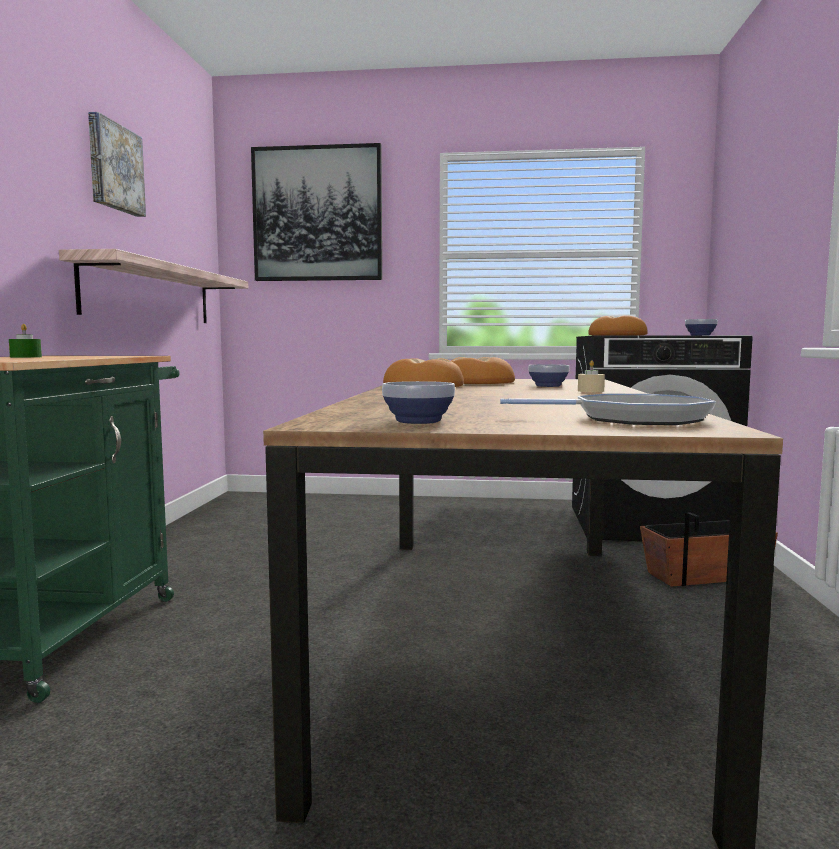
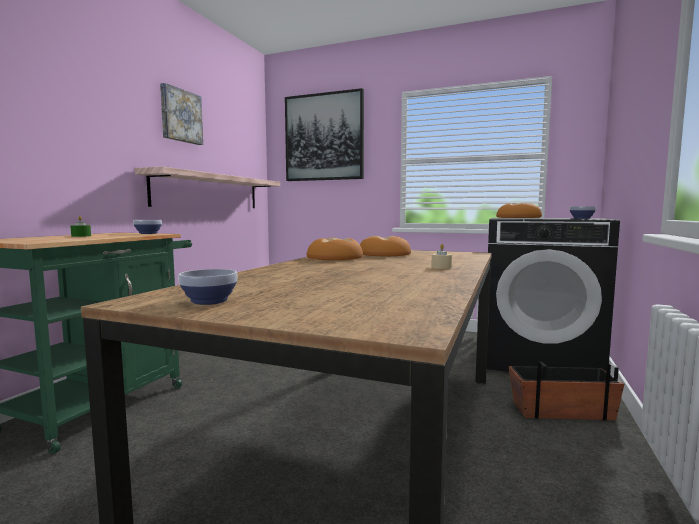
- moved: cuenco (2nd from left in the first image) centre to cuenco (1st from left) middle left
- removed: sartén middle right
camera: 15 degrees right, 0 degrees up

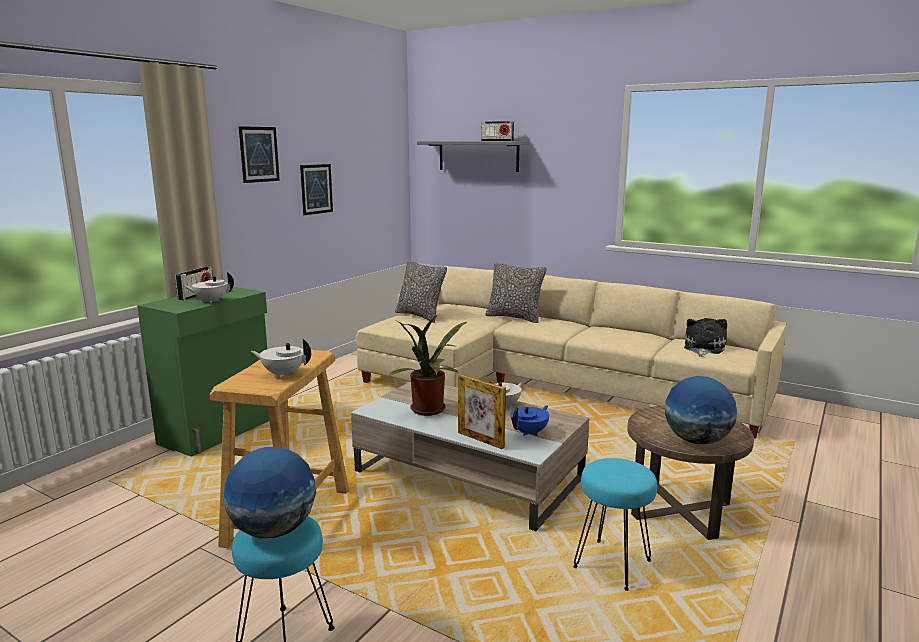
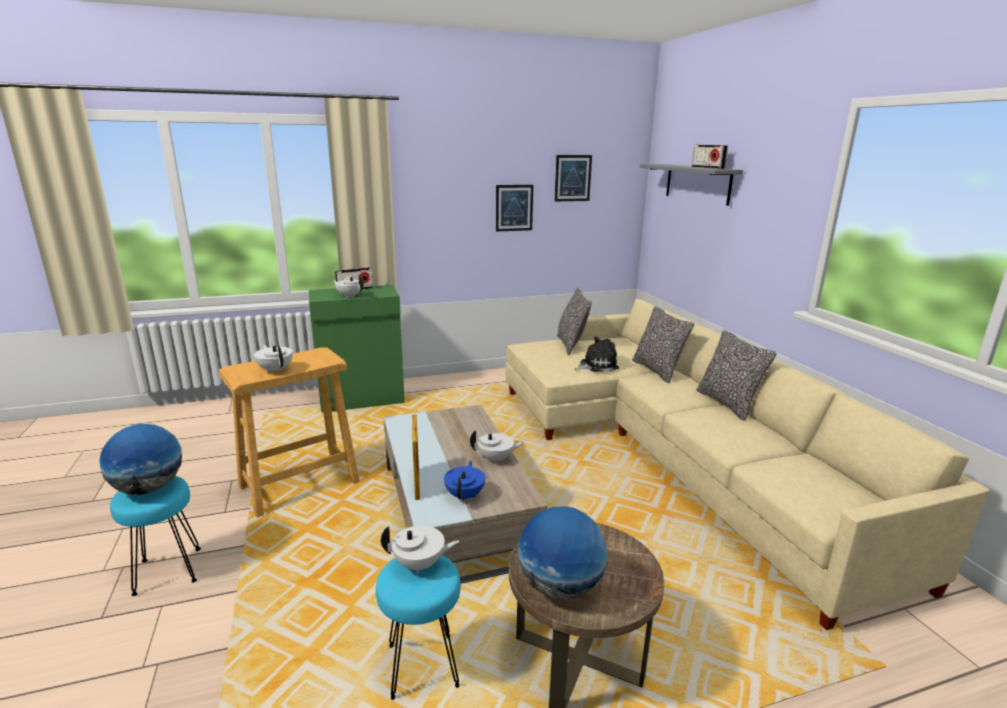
- moved: cuadro (1st from left in the first image) top left to cuadro (2nd from left) top centre
- removed: planta en maceta centre
- moved: peluche middle right to centre
- turned: tetera [azul] centre = bottom centre 75 degrees counterclockwise
- added: cojín (3rd from left) middle right
- added: tetera [blanco] (3rd from left) bottom centre
camera: 40 degrees right, 5 degrees up

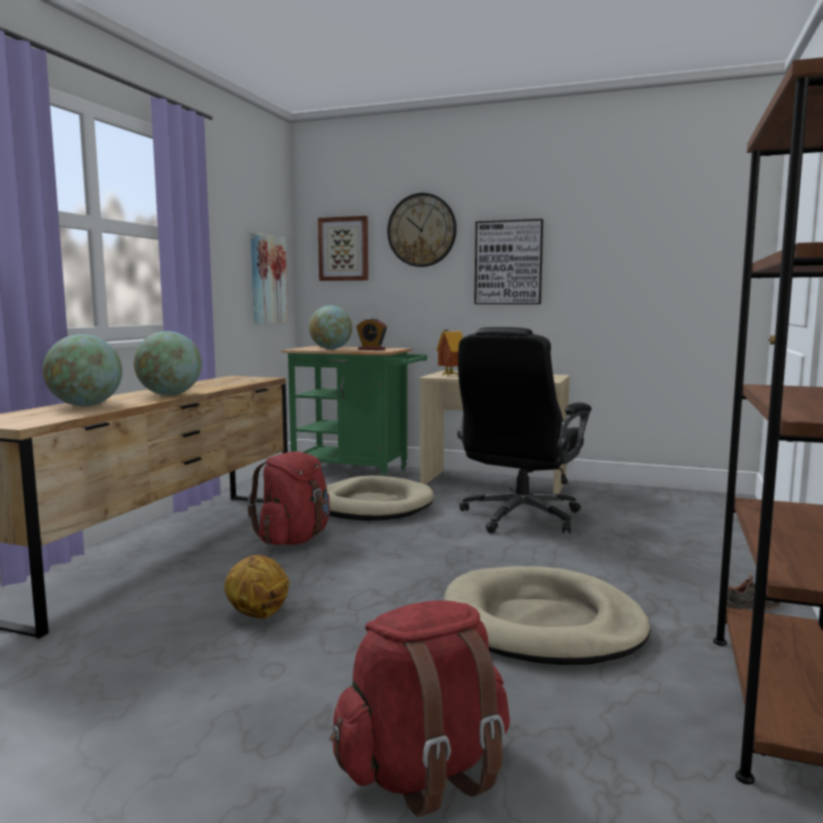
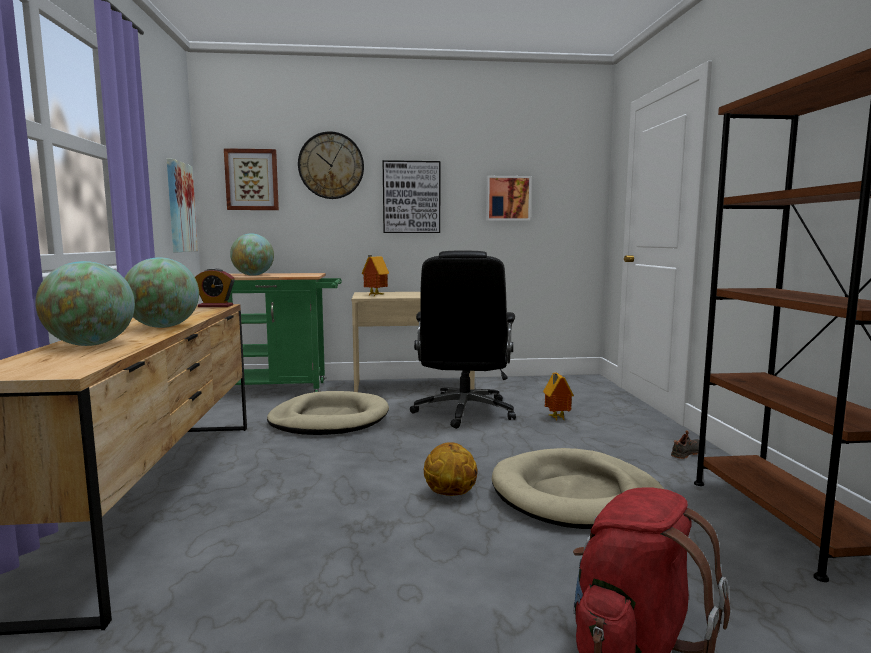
- moved: despertador centre to middle left
- removed: mochila [rojo] (1st from left) centre
- moved: balón de baloncesto bottom left to bottom centre
- added: cuadro (4th from left) top centre
- added: casita (2nd from left) centre
camera: 25 degrees left, 0 degrees up

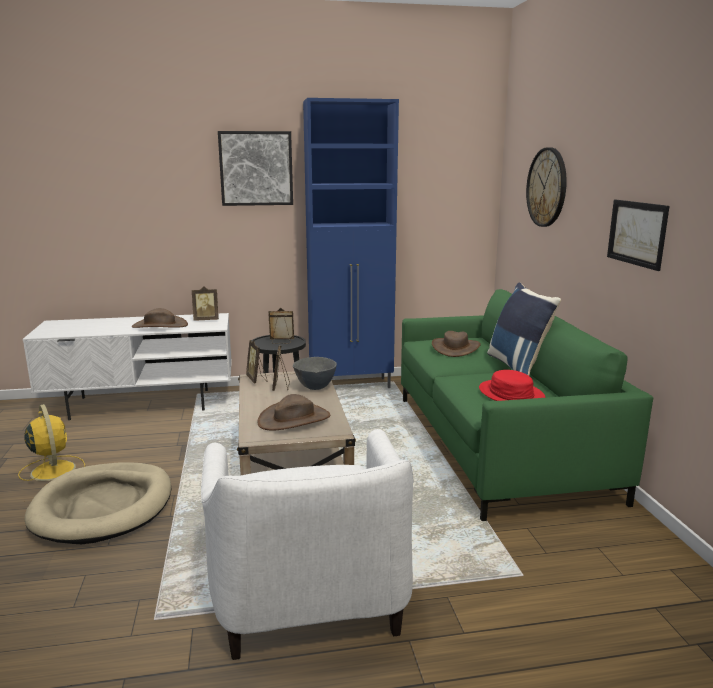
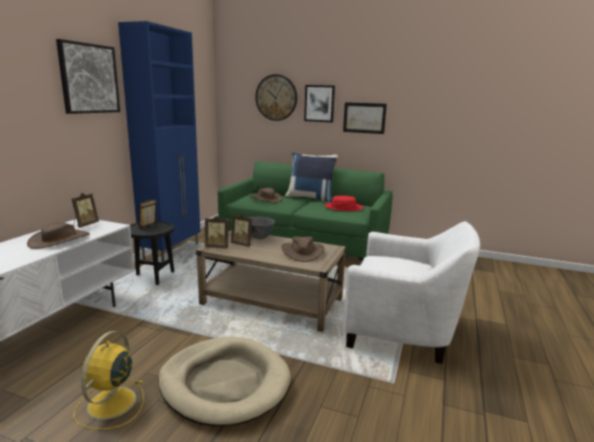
- turned: ventilador [amarillo] middle left = bottom left 75 degrees counterclockwise
- added: cuadro (2nd from left) top centre
camera: 60 degrees left, 0 degrees up

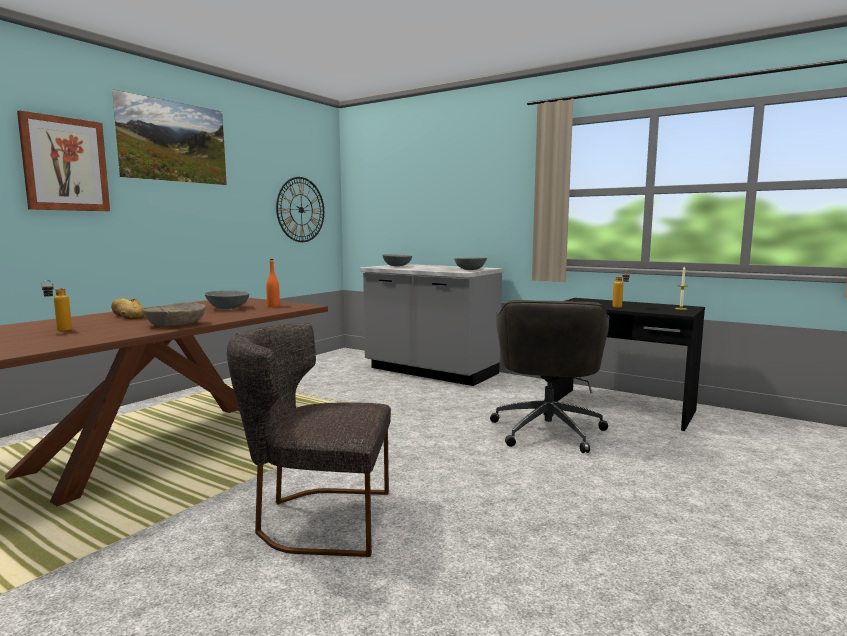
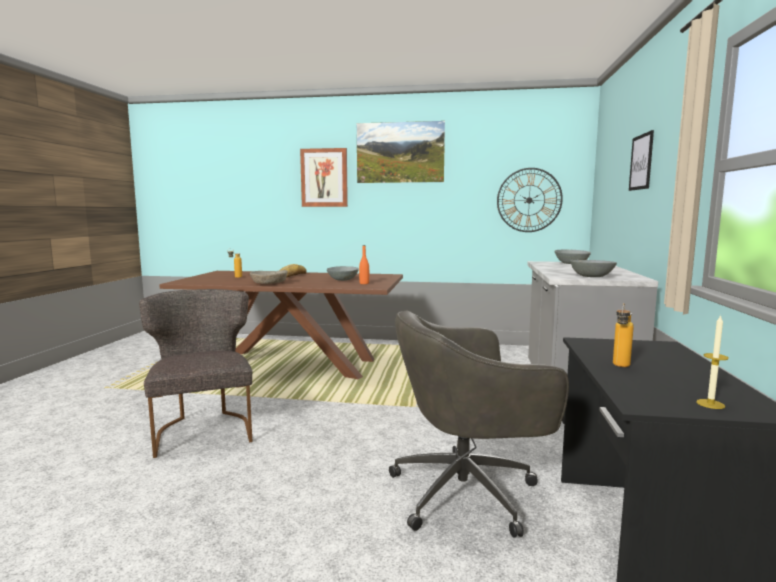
- added: cuadro (3rd from left) top right
camera: 65 degrees right, 0 degrees up

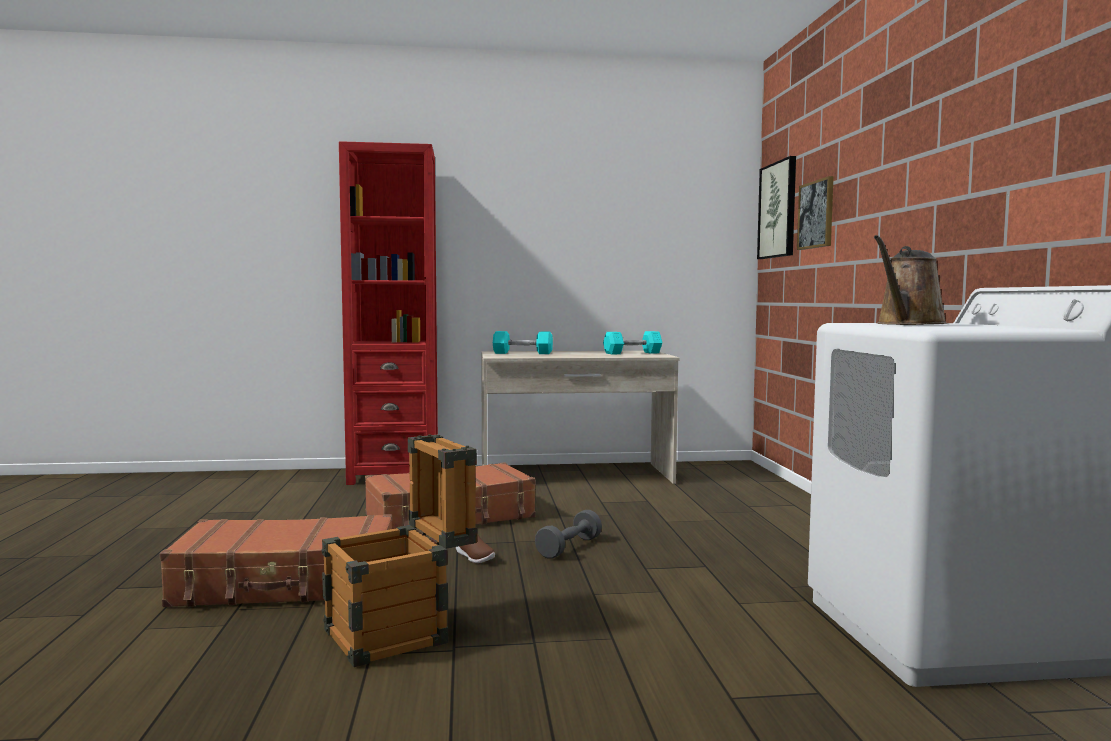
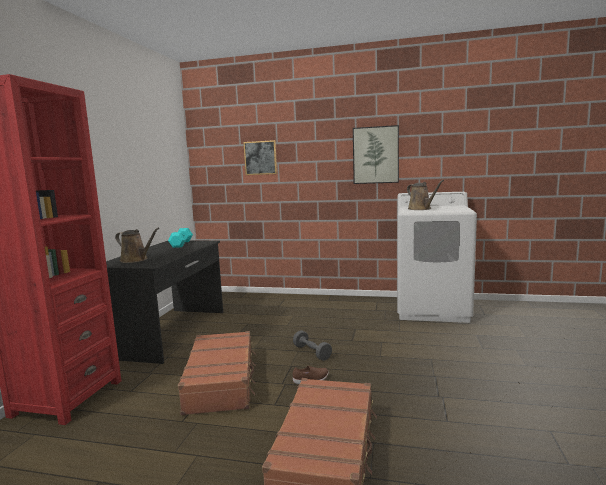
- moved: cuadro (1st from left in the first image) top right to cuadro (2nd from left) top centre
- replaced: mancuerna [turquesa] (1st from left) centre to regadera [marrón] (1st from left) middle left
- recoloured: escritorio [beis] centre to escritorio [negro] middle left
- removed: caja de embalaje bottom centre
camera: 70 degrees left, 5 degrees up

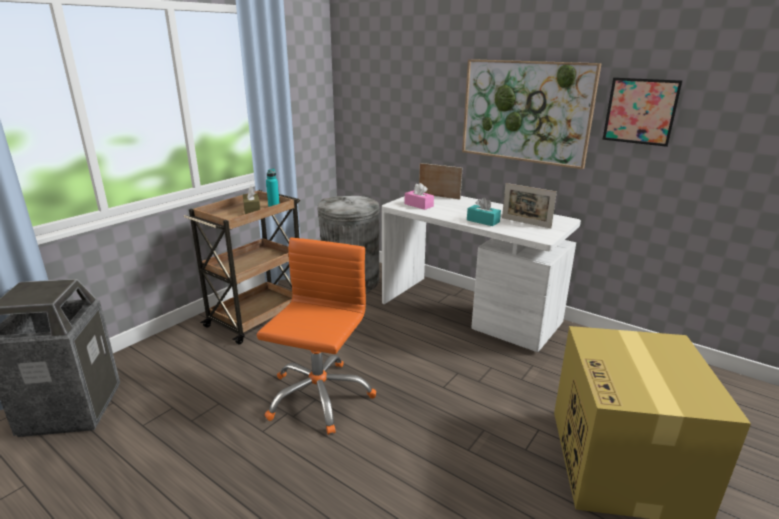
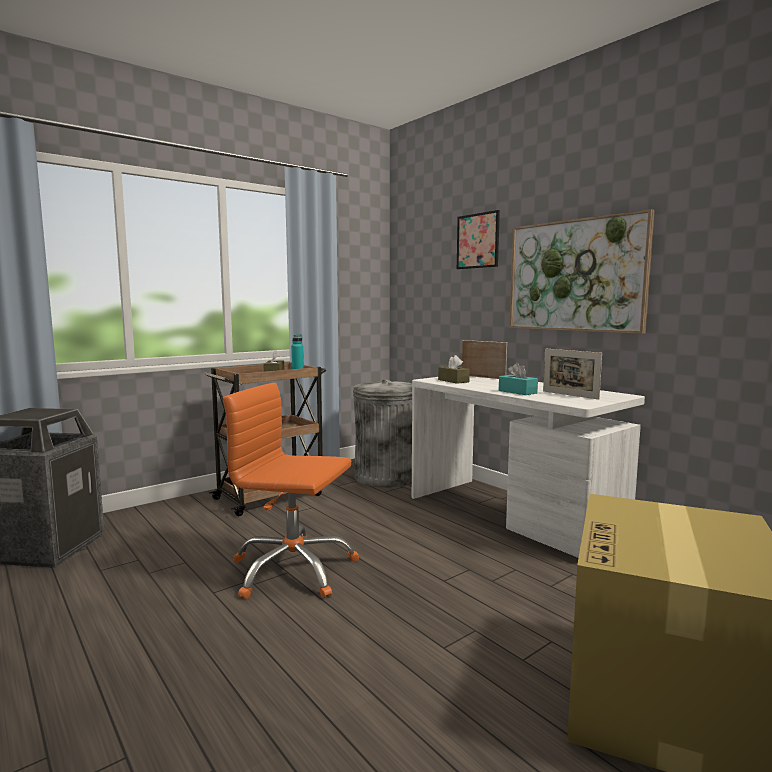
- moved: cuadro (2nd from left in the first image) top right to cuadro (1st from left) top centre
- recoloured: caja de pañuelos [rosa] centre to caja de pañuelos [marrón] (2nd from left) centre
- turned: silla de oficina [naranja] centre = centre 105 degrees counterclockwise
camera: 15 degrees right, 15 degrees down

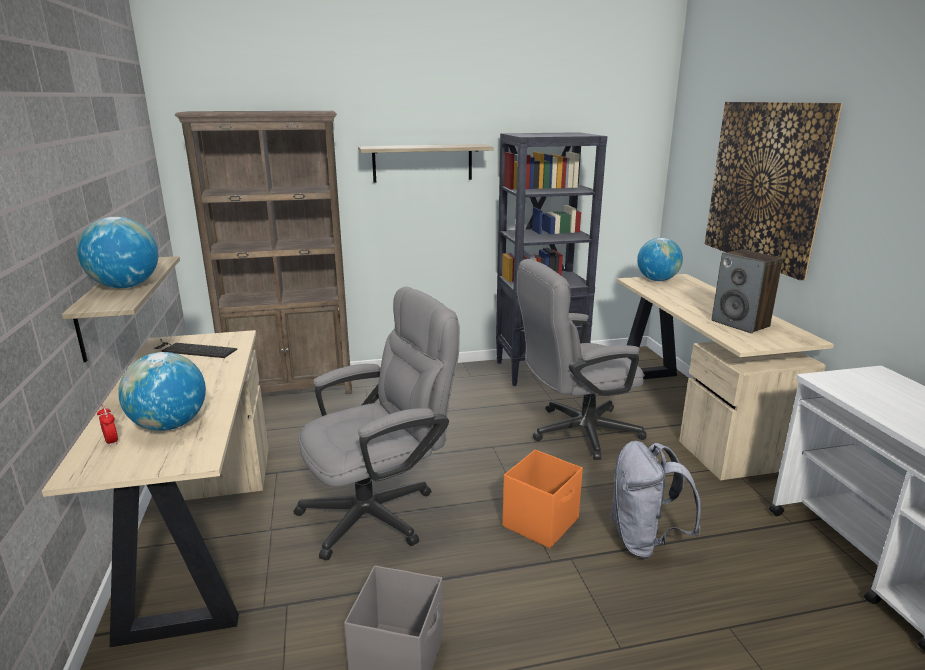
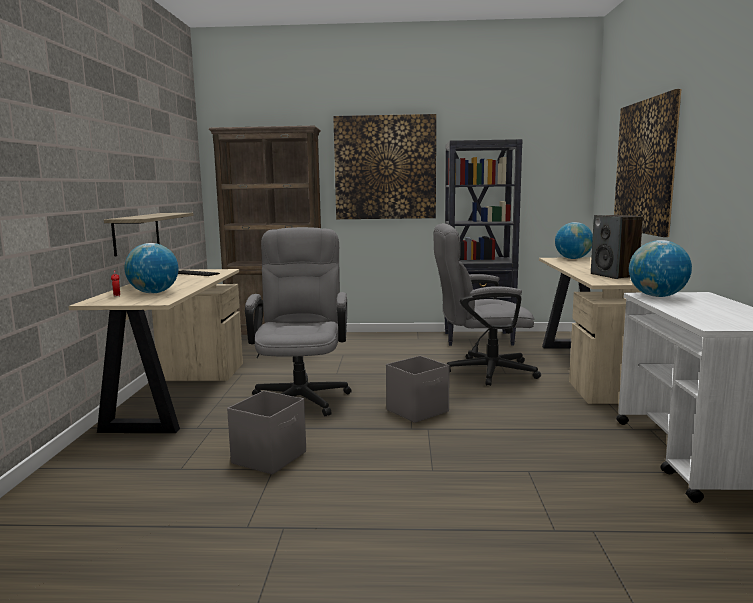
- replaced: estante (2nd from left) top centre to cuadro (1st from left) top centre
- moved: globo terráqueo (1st from left in the first image) middle left to globo terráqueo (3rd from left) middle right
- turned: silla de oficina [gris] (1st from left) centre = centre 75 degrees counterclockwise
- removed: mochila [gris] bottom right
- recoloured: caja de almacenaje [naranja] bottom centre to caja de almacenaje [gris] (2nd from left) centre
camera: 15 degrees right, 10 degrees down

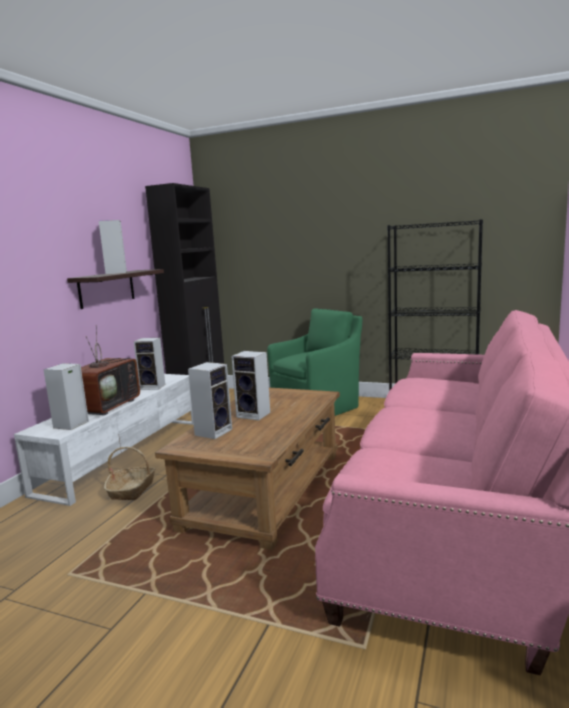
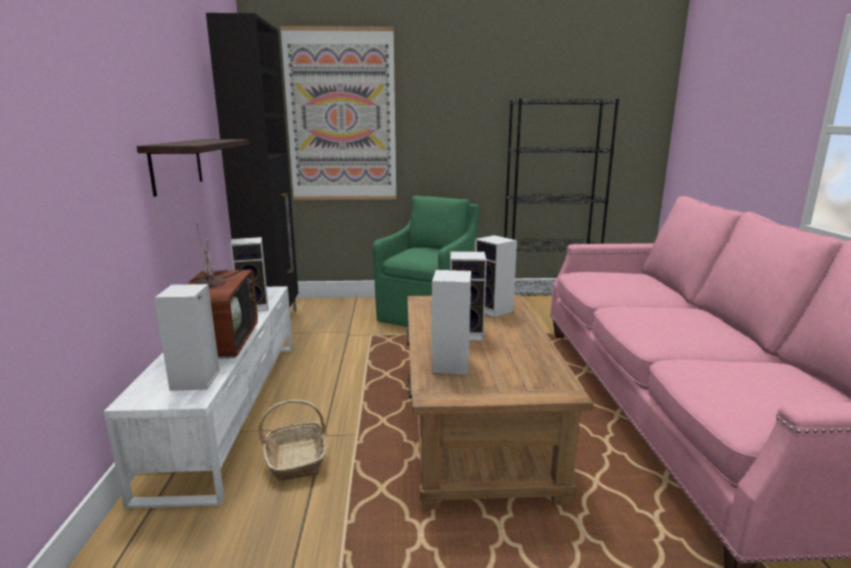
- moved: altavoz (2nd from left in the first image) middle left to altavoz (5th from left) centre
- added: cuadro top centre
camera: 25 degrees left, 5 degrees up

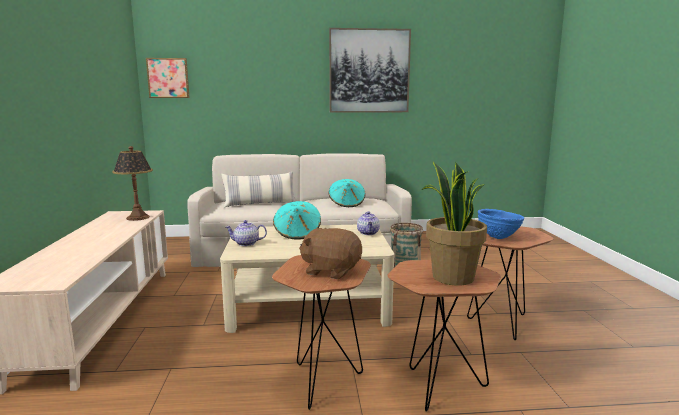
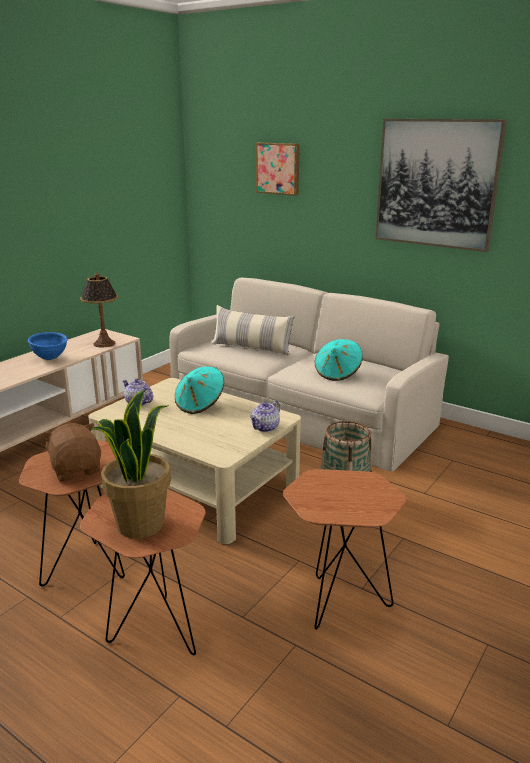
- moved: cuadro (1st from left) top left to top centre
- moved: cuenco [azul] middle right to middle left
camera: 40 degrees right, 10 degrees up

